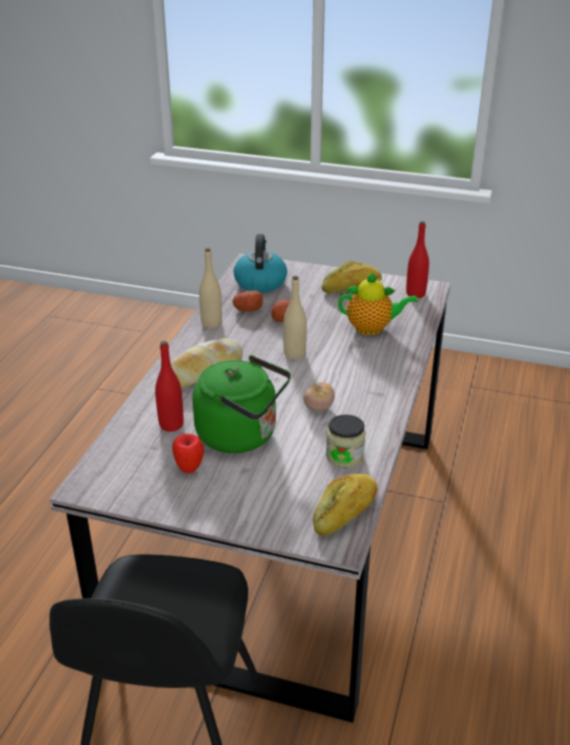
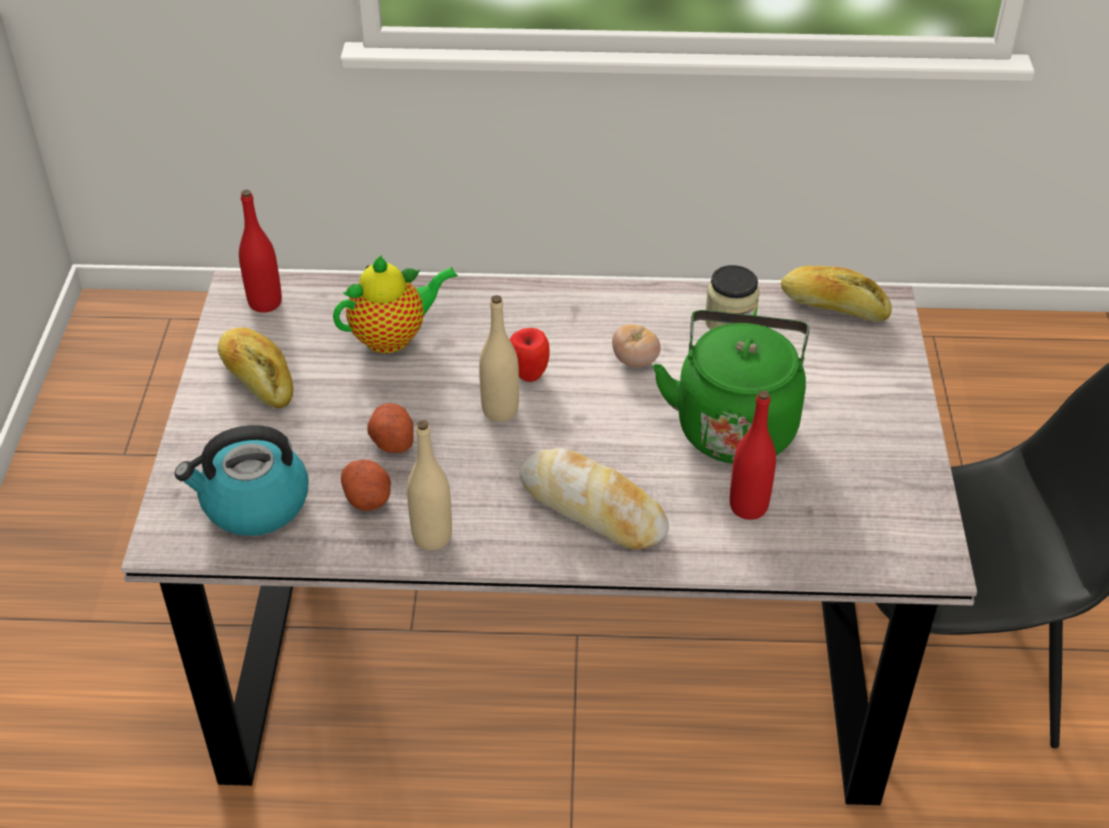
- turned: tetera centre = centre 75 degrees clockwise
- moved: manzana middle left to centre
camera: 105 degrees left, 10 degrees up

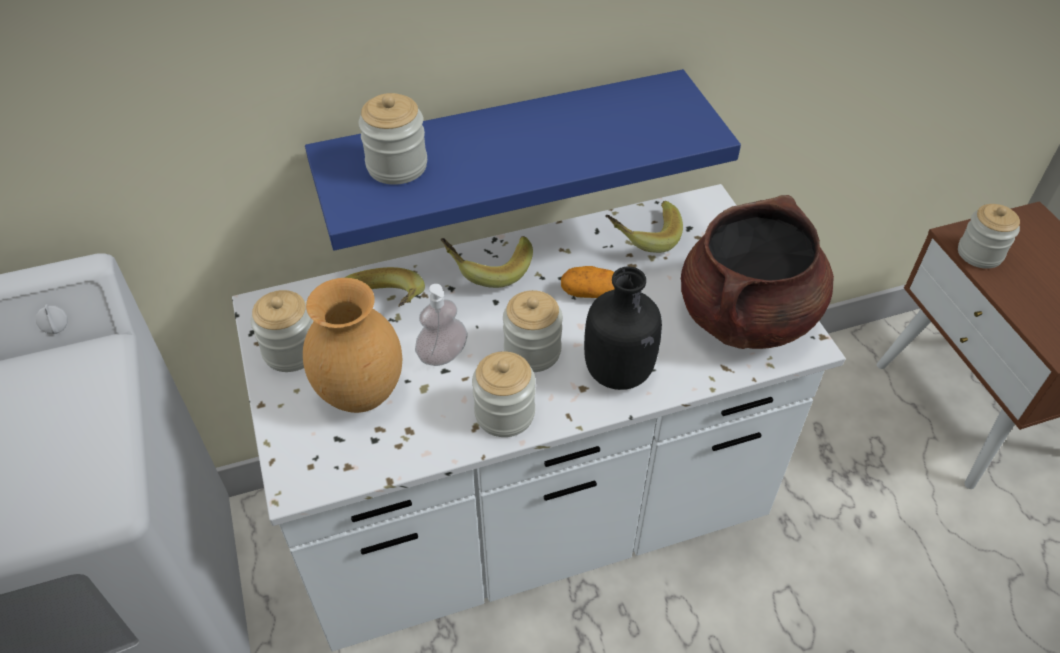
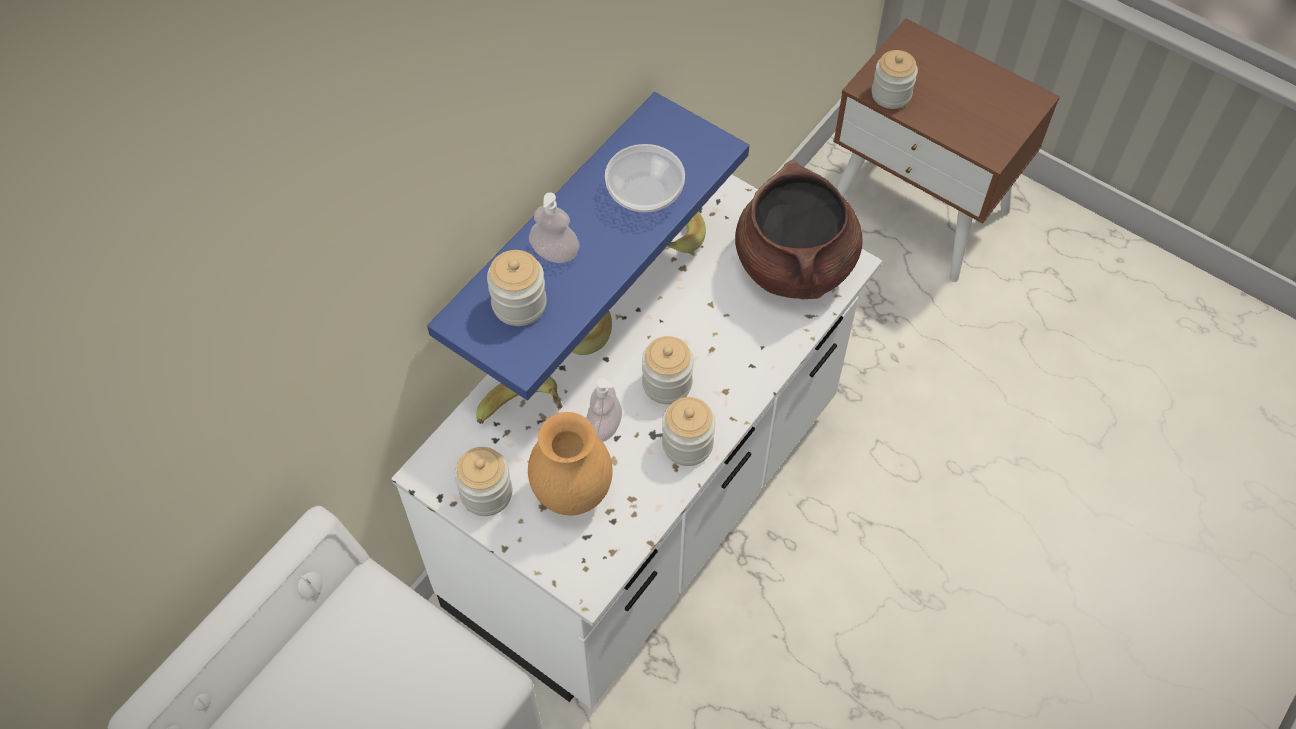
- removed: patata centre
- removed: botella [negro] centre
- added: cuenco top centre
- added: dispensador de jabón (1st from left) top centre
camera: 35 degrees left, 10 degrees up

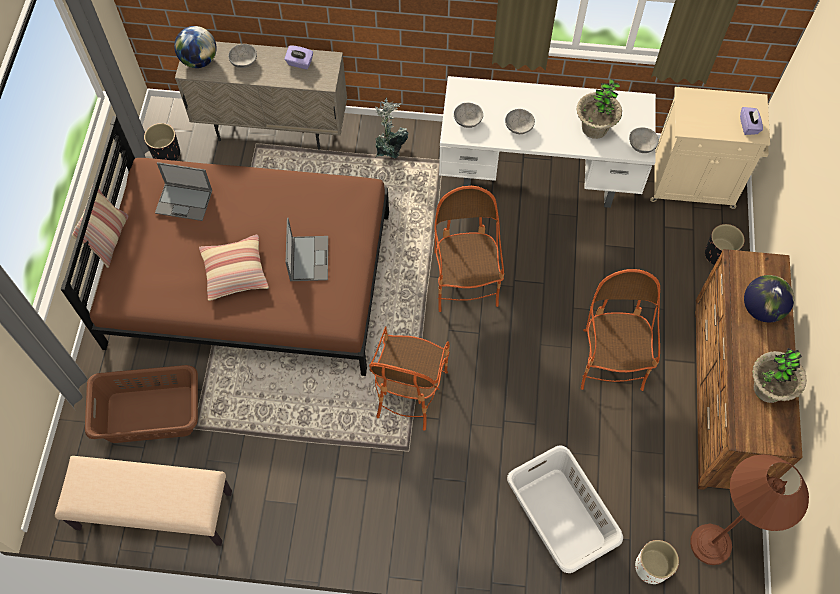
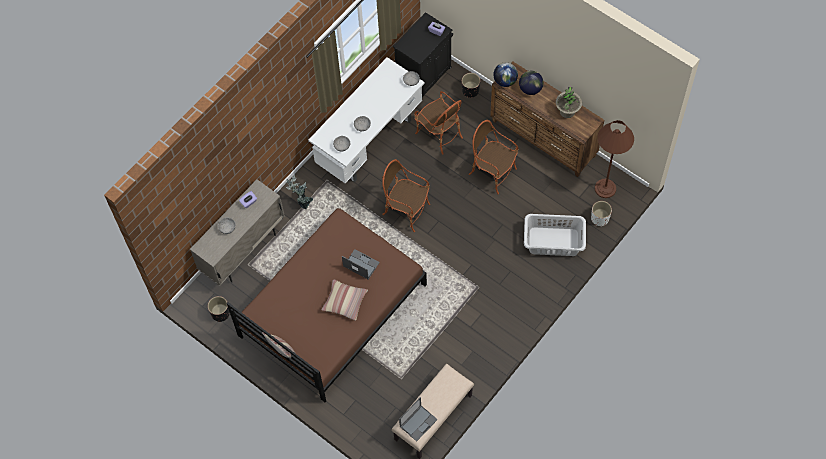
- moved: globo terráqueo (1st from left) top left to top centre
- removed: planta en maceta (2nd from left) top right
- recoloured: armario [beis] (2nd from left) top right to armario [negro] top centre
- moved: portátil (1st from left in the first image) top left to portátil (2nd from left) bottom centre
- moved: sillón (1st from left in the first image) centre to sillón (2nd from left) top centre
- removed: cesto de la ropa [marrón] bottom left
camera: 55 degrees left, 0 degrees up

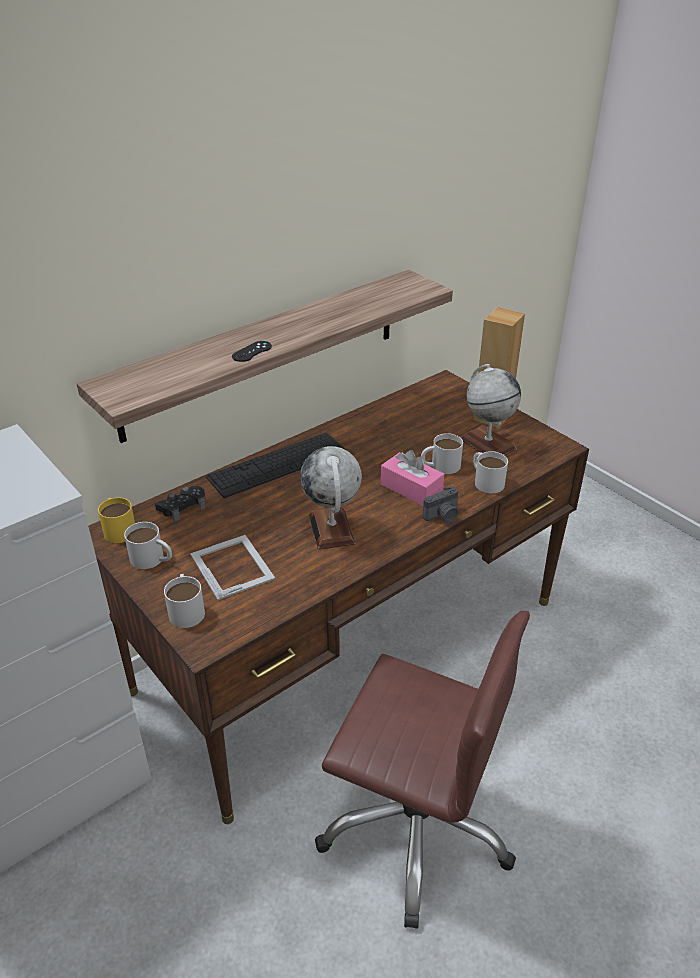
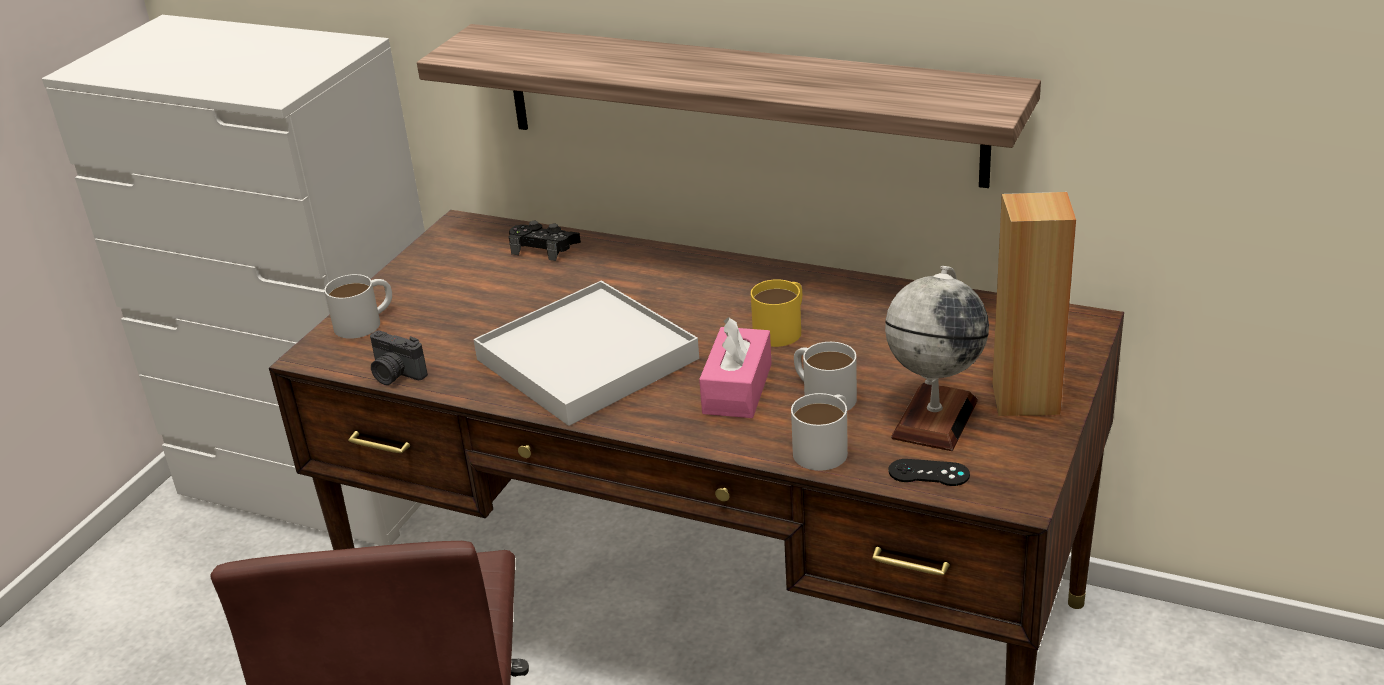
- moved: mando de consola [negro] (2nd from left) centre to bottom right
- removed: teclado centre
- replaced: globo terráqueo (1st from left) centre to bandeja [blanco] centre
- moved: cámara centre to middle left
- moved: taza grande [amarillo] middle left to centre
- removed: taza grande [blanco] (1st from left) middle left
- removed: portarretratos middle left
camera: 65 degrees right, 5 degrees down

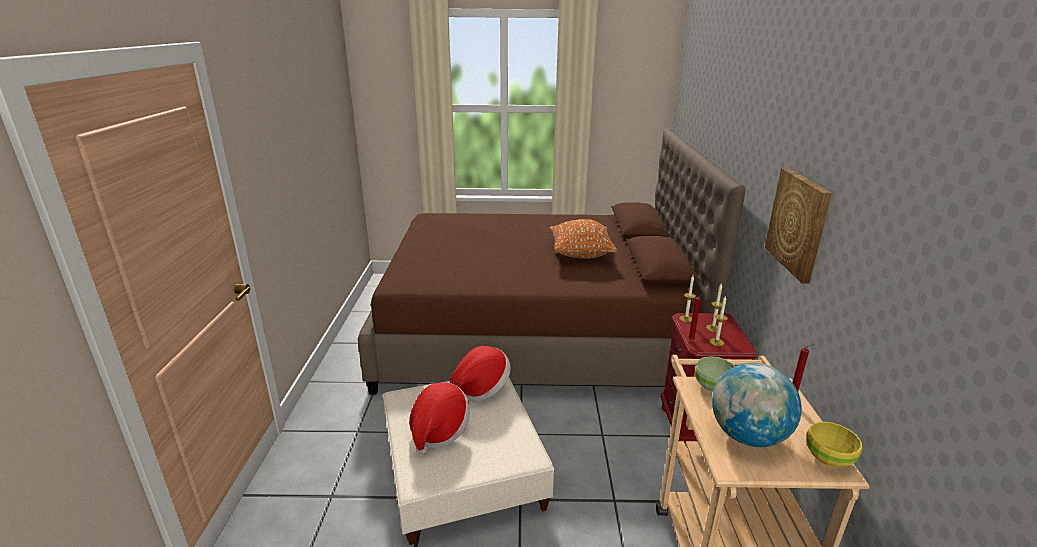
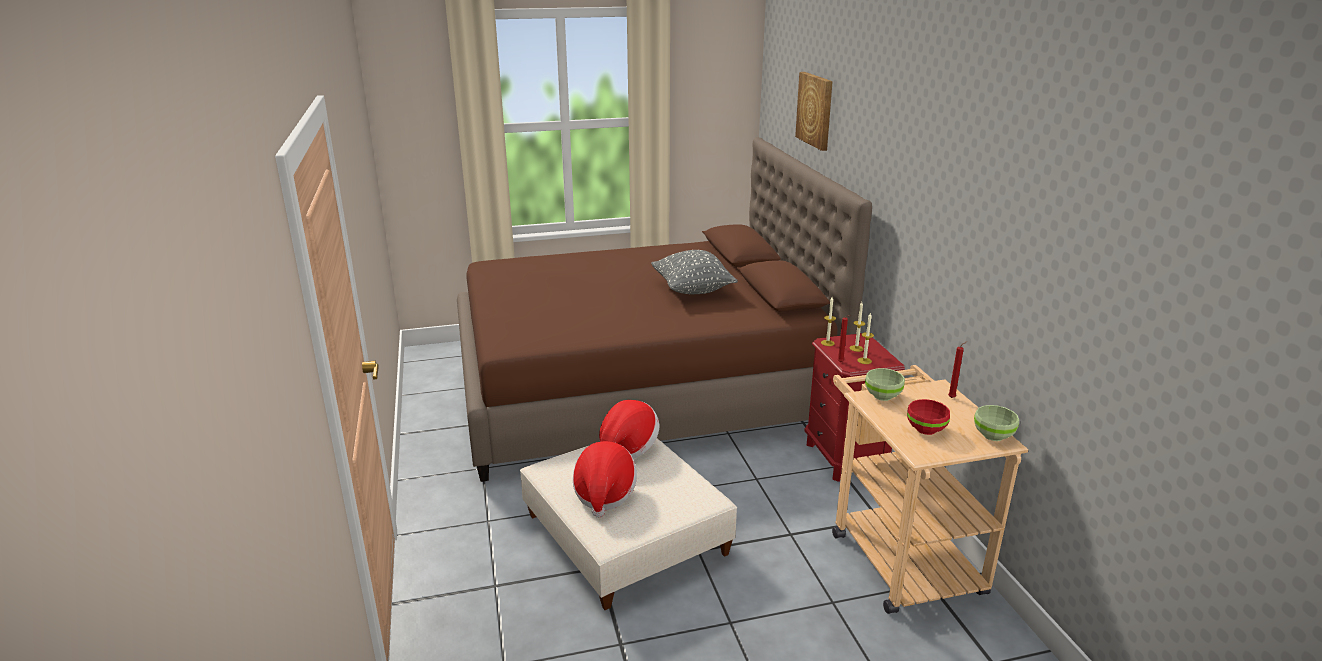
- moved: cuadro middle right to top centre
- recoloured: cojín [naranja] centre to cojín [gris] centre
- replaced: globo terráqueo bottom right to cuenco [rojo] middle right
- recoloured: cuenco [amarillo] bottom right to cuenco [verde] (2nd from left) middle right
camera: 15 degrees left, 0 degrees up

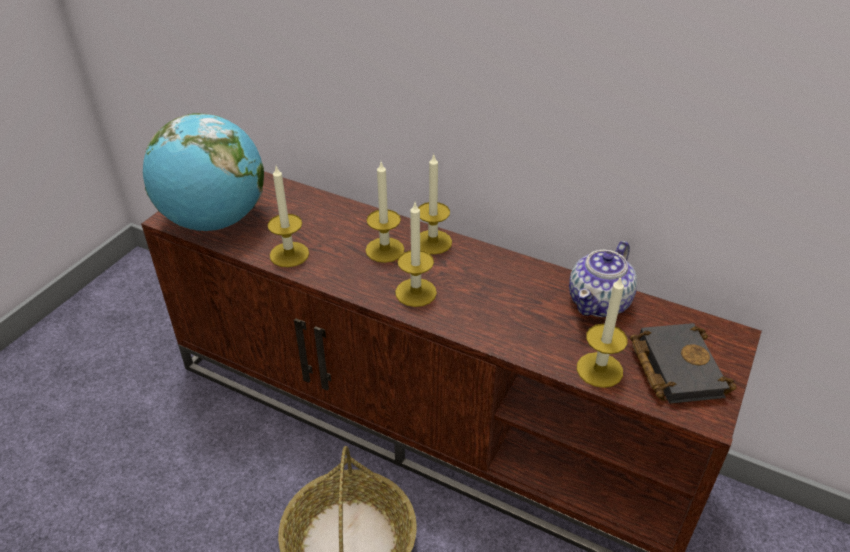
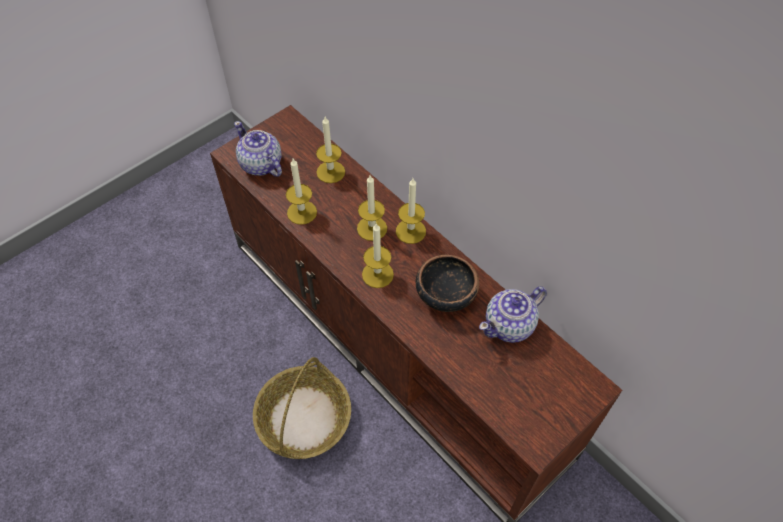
- replaced: globo terráqueo top left to tetera (1st from left) top left
- moved: vela (5th from left in the first image) middle right to vela (2nd from left) top centre
- removed: libro [negro] middle right
- added: cuenco centre
camera: 20 degrees right, 15 degrees up

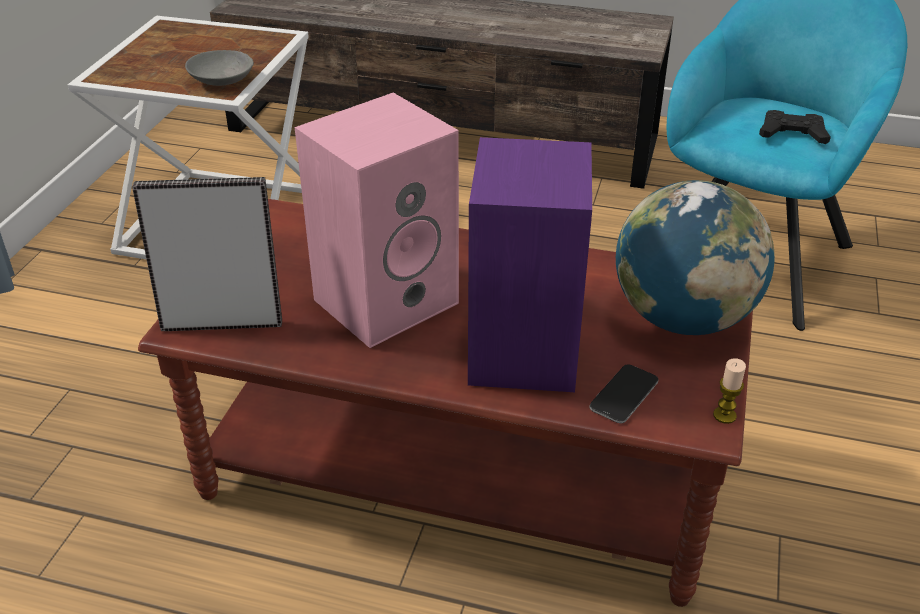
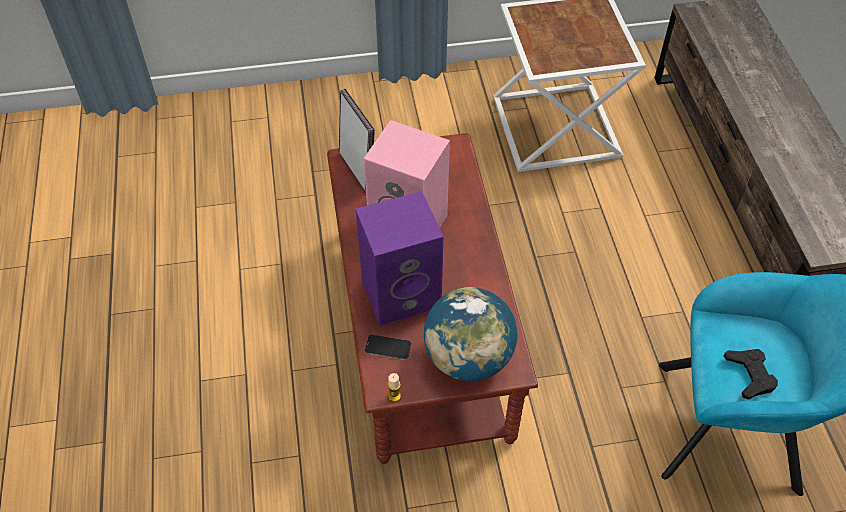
- removed: cuenco [gris] top left
camera: 65 degrees right, 15 degrees up

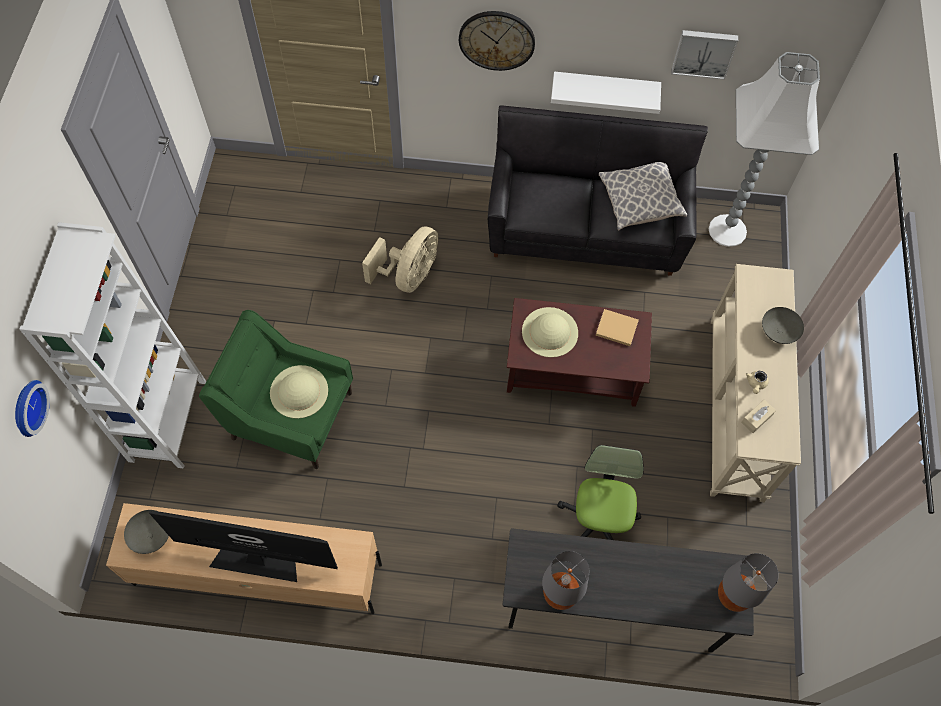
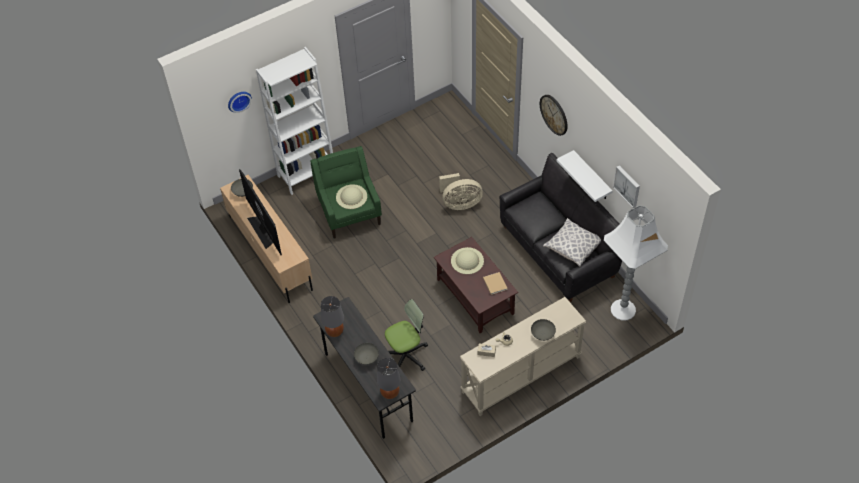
- added: cuenco [gris] (2nd from left) bottom centre
camera: 55 degrees right, 10 degrees down

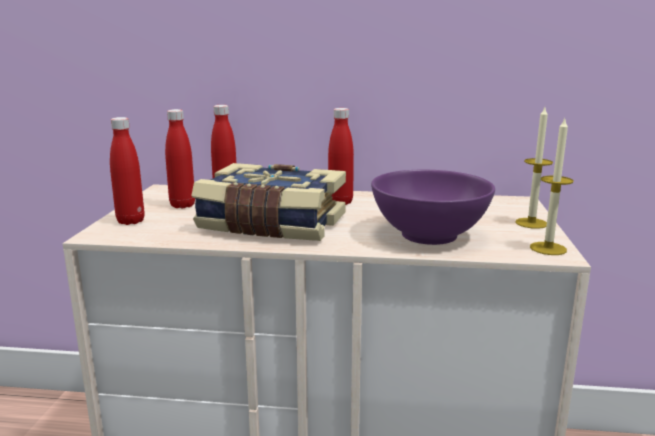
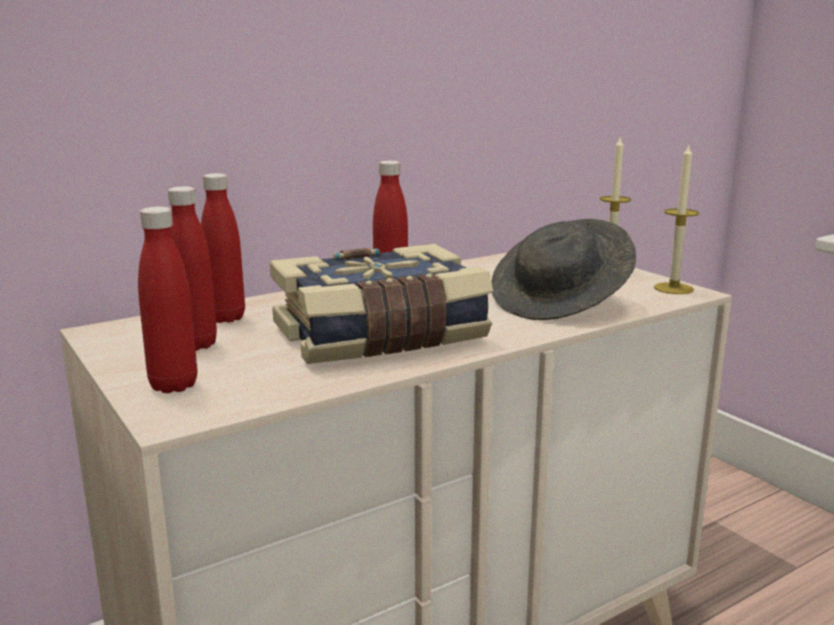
- replaced: cuenco [morado] centre to sombrero [gris] middle right
camera: 40 degrees left, 0 degrees up

